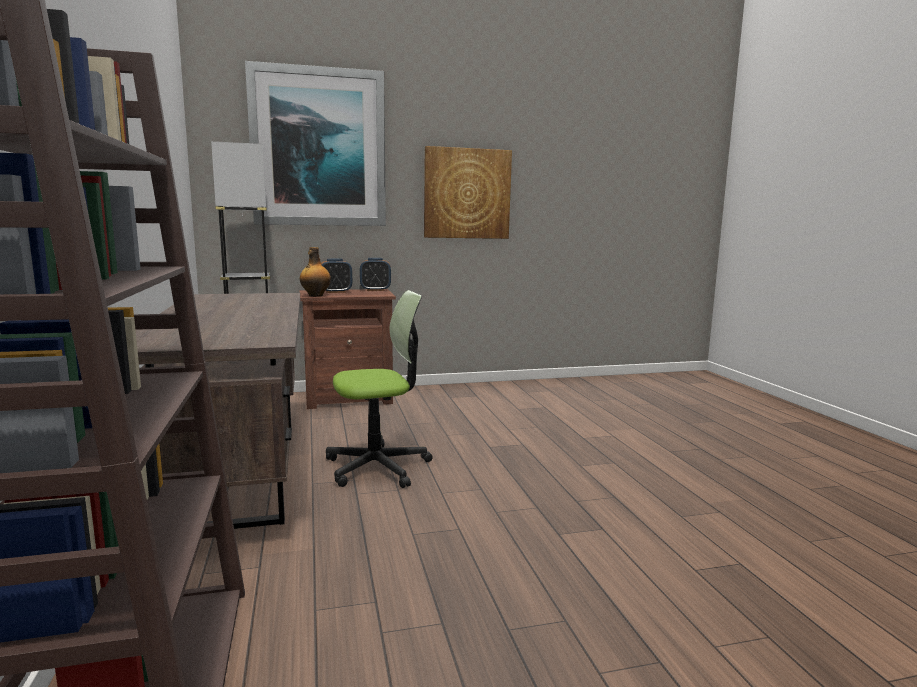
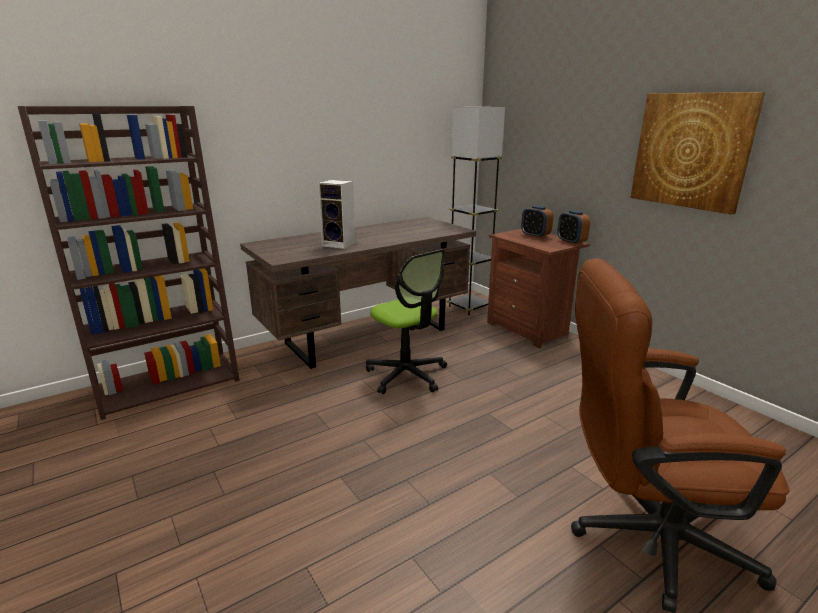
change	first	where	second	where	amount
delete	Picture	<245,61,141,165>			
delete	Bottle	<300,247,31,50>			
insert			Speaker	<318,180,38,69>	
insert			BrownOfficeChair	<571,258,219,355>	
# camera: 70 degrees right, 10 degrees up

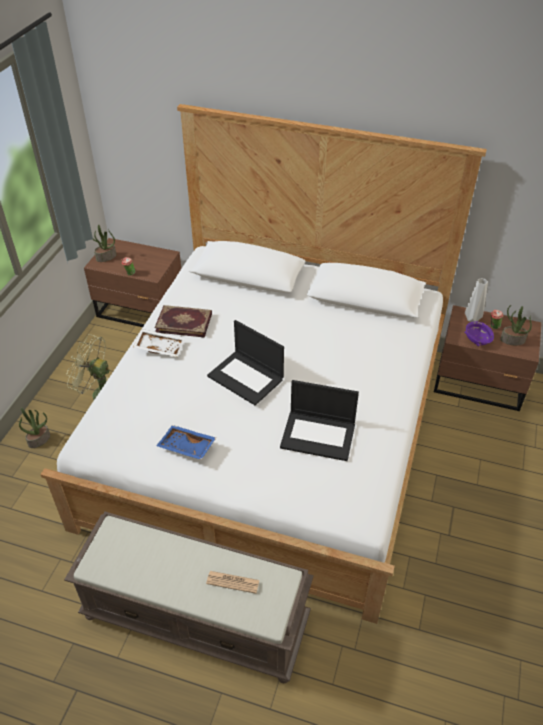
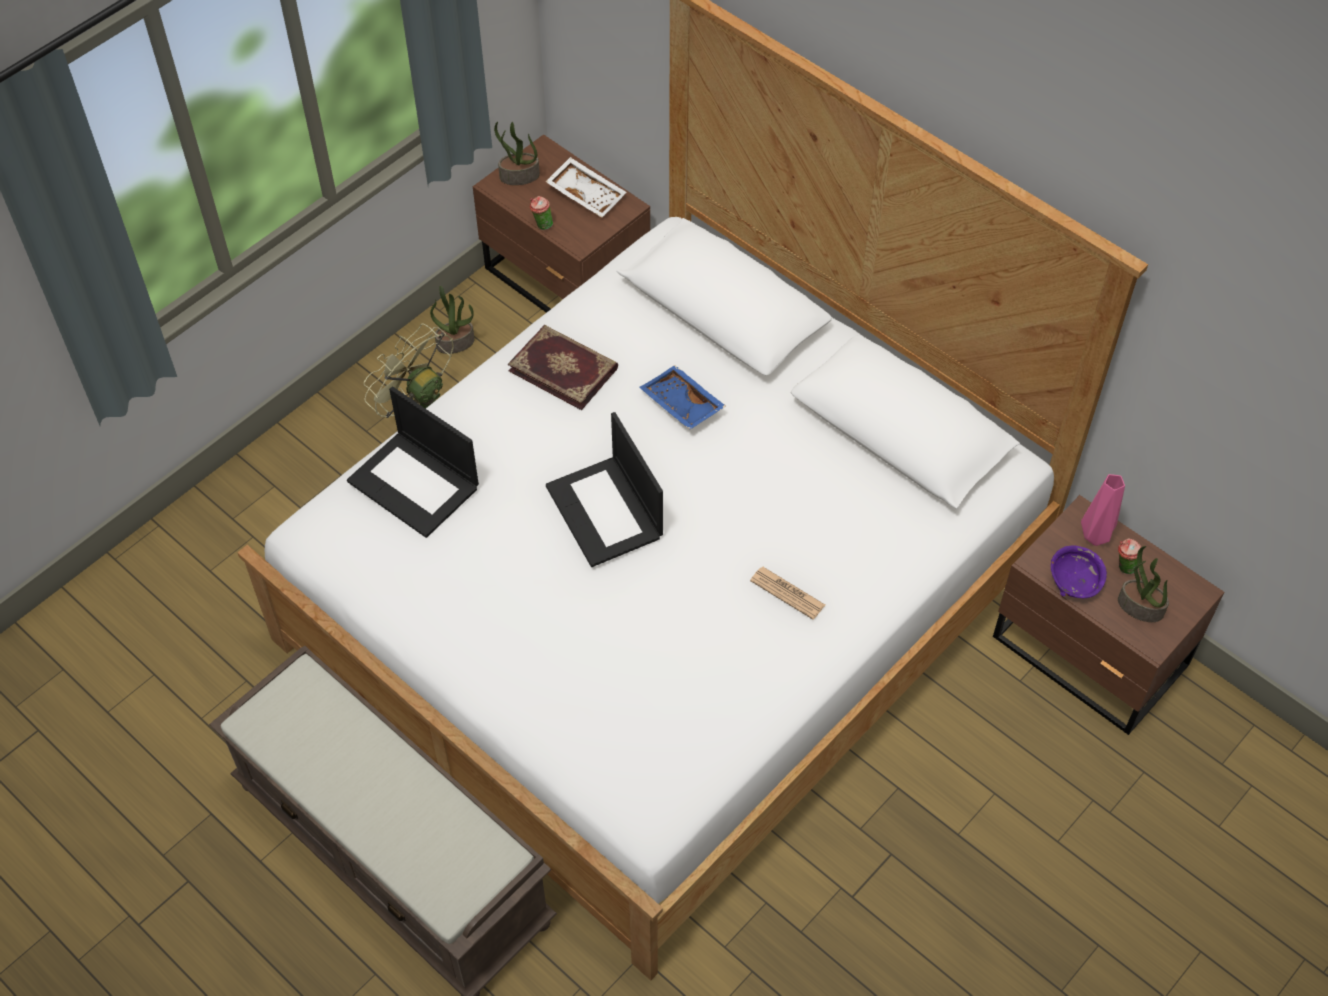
change	first	where	second	where	amount
move	PottedPlant	<19,408,31,40>		<430,286,45,68>	
move	WhiteTray	<133,329,52,28>		<545,157,82,61>	
move	BlueTray	<156,425,60,35>		<639,365,87,65>	
move	Newspaper	<206,571,53,23>		<750,567,75,53>	
move	Laptop	<280,380,79,81>		<347,387,132,151>	
recolor	GreyVase	<465,278,23,44>	PinkVase	<1081,474,44,72>	
# camera: 25 degrees right, 10 degrees up

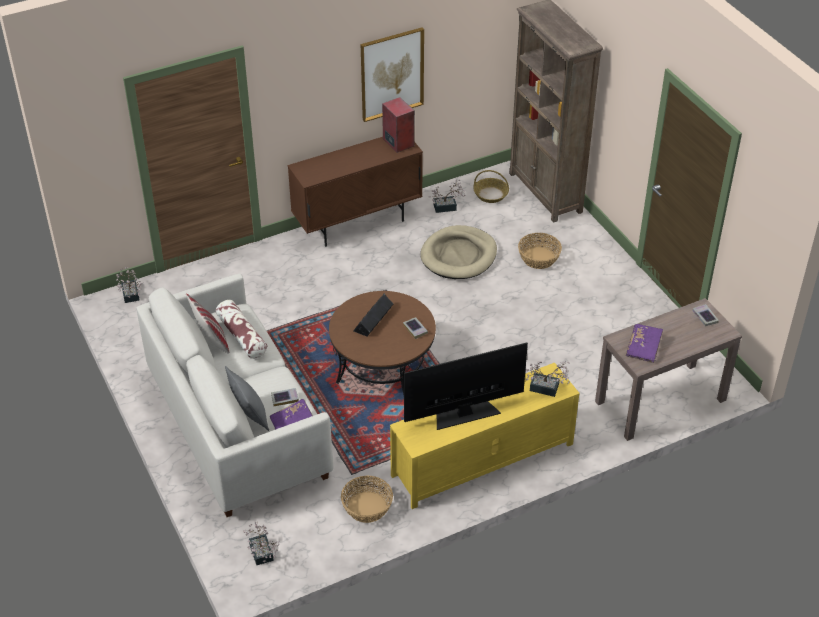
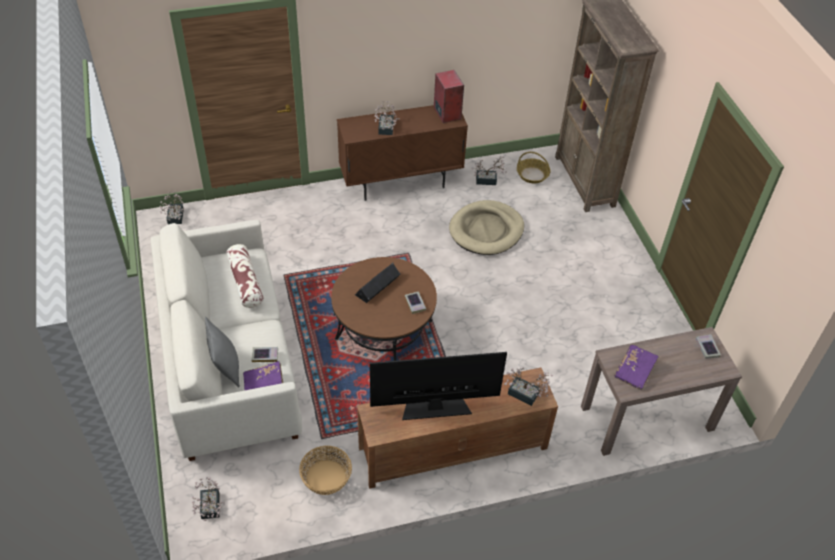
change	first	where	second	where	amount
delete	Pillow	<186,293,43,61>			
delete	Picture	<361,27,63,95>			
delete	Basket	<518,233,44,36>			
insert			PottedPlant	<374,101,26,34>	
recolor	YellowTvStand	<390,363,190,146>	BrownTvStand	<357,367,201,122>	
# camera: 10 degrees right, 5 degrees up

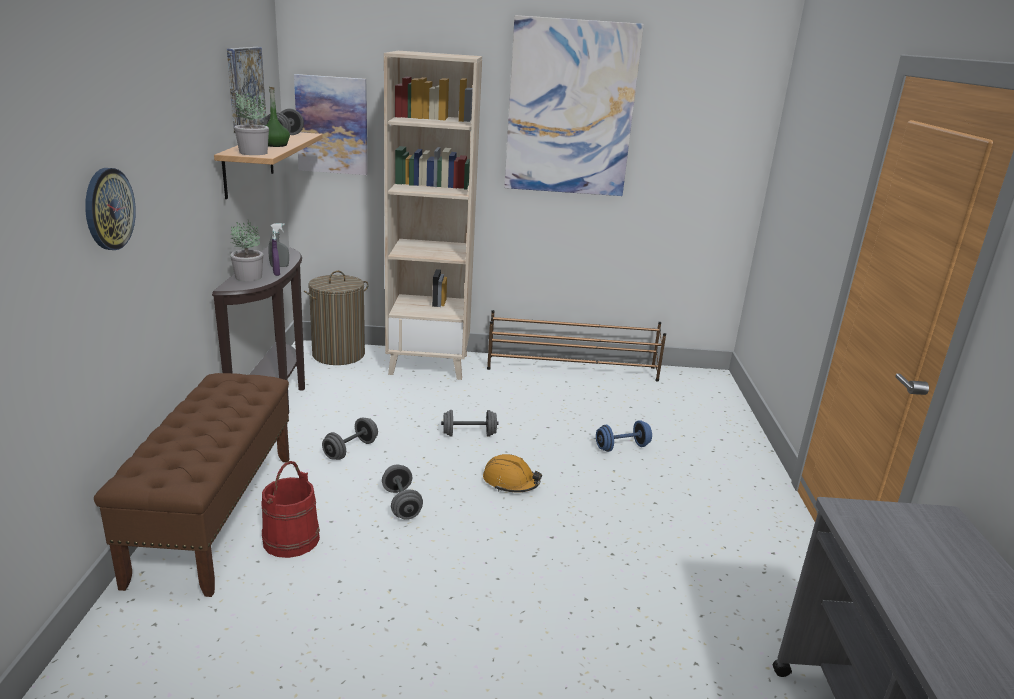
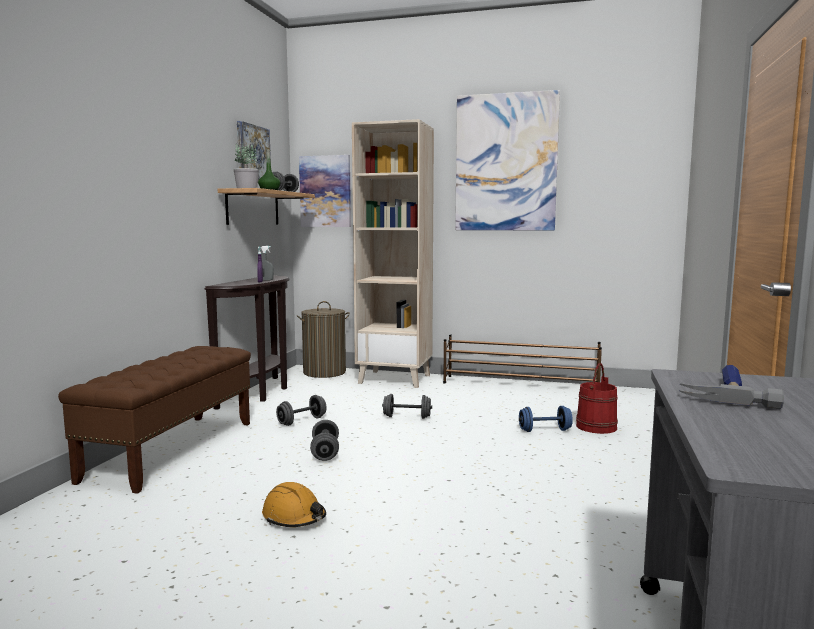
change	first	where	second	where	amount
delete	WallClock	<85,168,51,82>			
delete	PottedPlant	<230,219,33,62>			
insert			Hammer	<679,365,105,44>	
move	RedBucket	<261,461,59,97>		<576,363,42,71>	
move	OrangeHardHat	<483,454,59,39>		<262,482,64,45>	
# camera: 15 degrees right, 15 degrees down

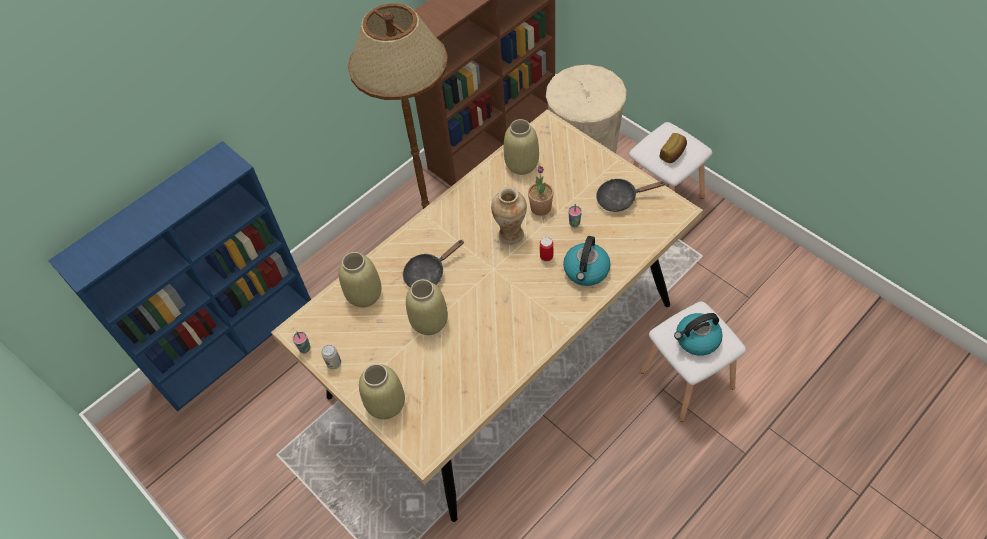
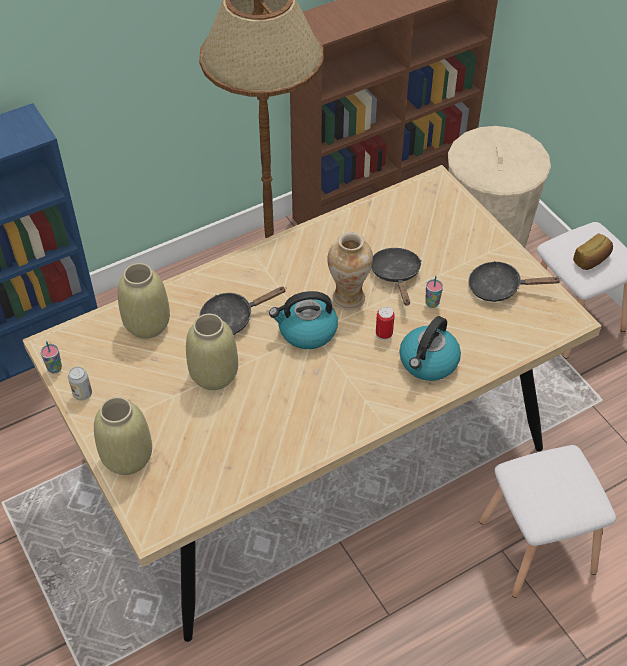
change	first	where	second	where	amount
delete	BeigeVase	<504,119,35,56>			
move	Kettle	<674,313,49,43>		<269,291,69,58>	
replace	PottedPlant	<528,166,26,50>	BlackFryingPan	<371,248,50,58>	
# camera: 10 degrees right, 5 degrees down

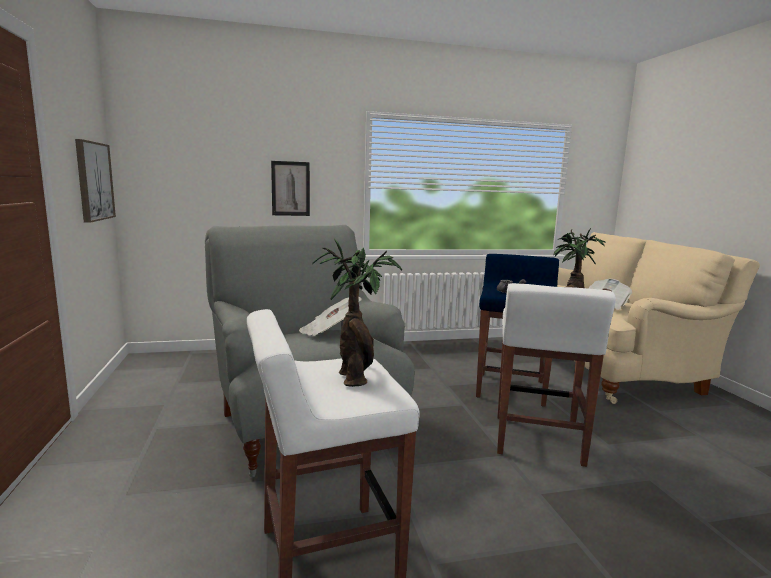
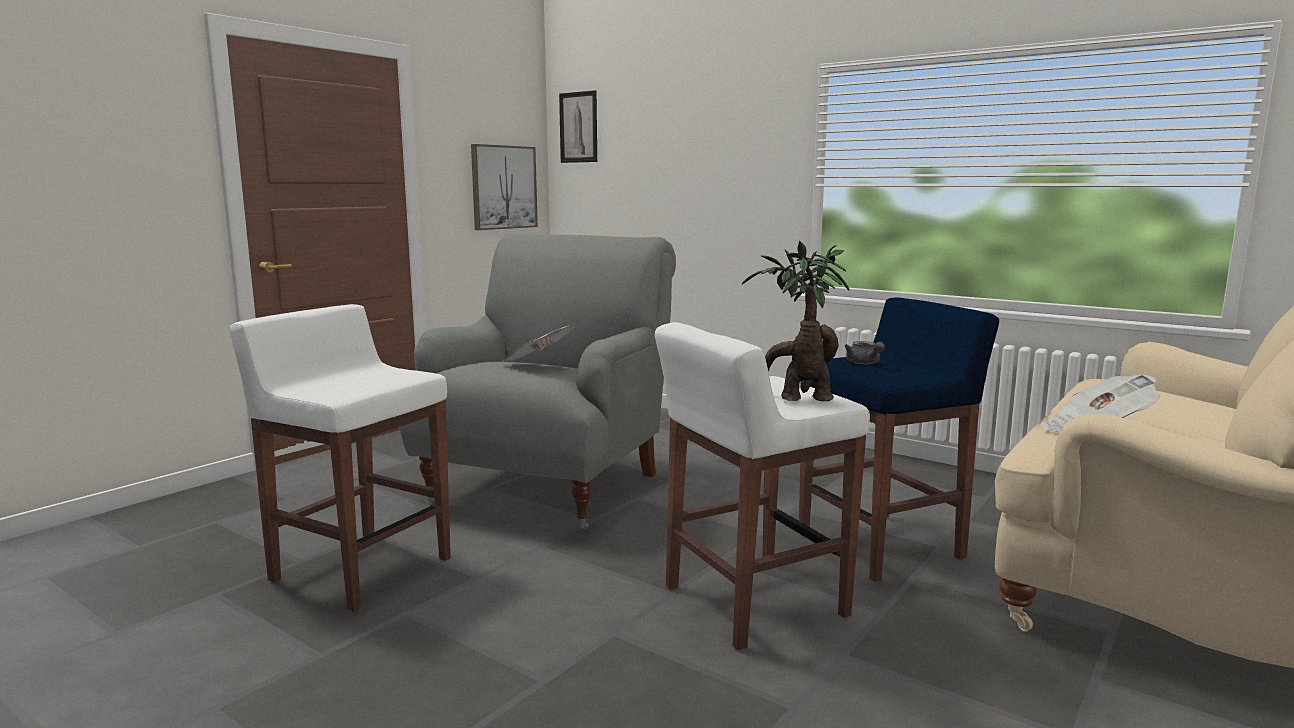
change	first	where	second	where	amount
delete	PottedPlant	<312,239,90,148>			
move	Picture	<271,161,39,55>		<559,90,38,73>	
# camera: 50 degrees right, 0 degrees up

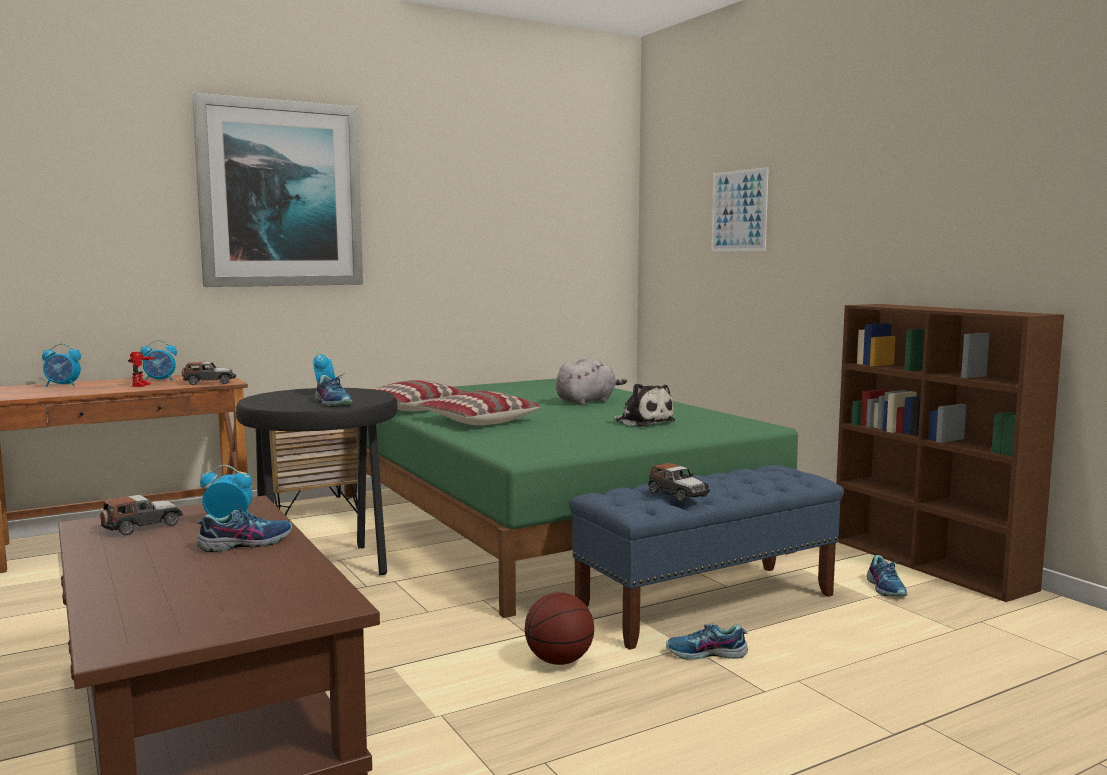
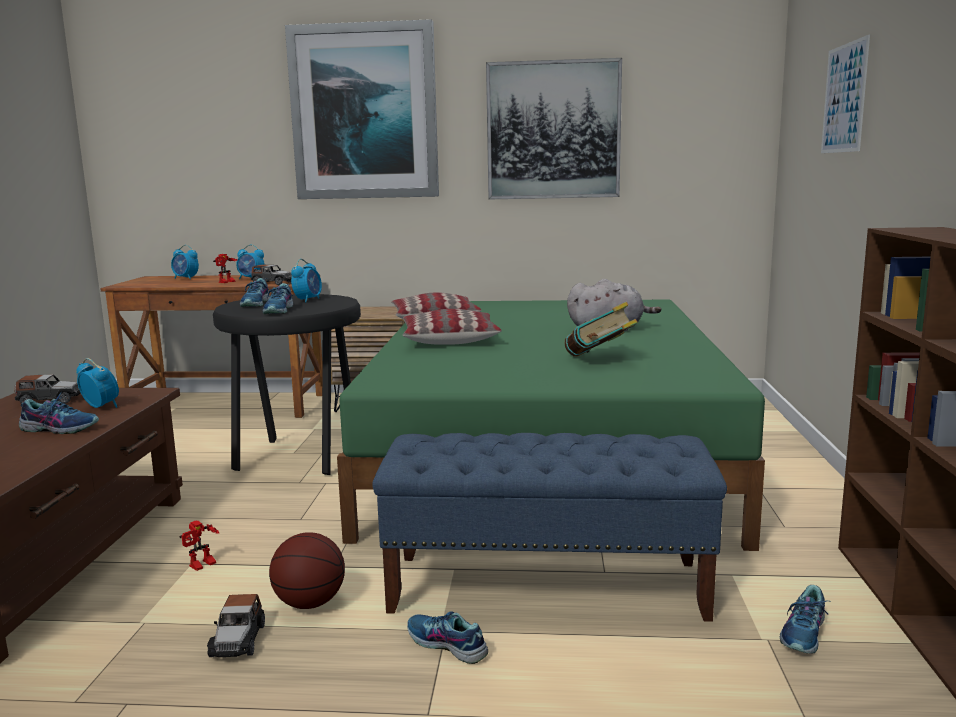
change	first	where	second	where	amount
insert			ToyRobot	<179,520,40,51>	
insert			Shoe	<240,278,30,29>	
insert			Picture	<486,58,136,141>	
move	ToyCar	<648,463,62,39>		<207,594,58,63>	
replace	PlushToy	<613,383,63,44>	Book	<565,302,73,55>	
# camera: 35 degrees right, 5 degrees up

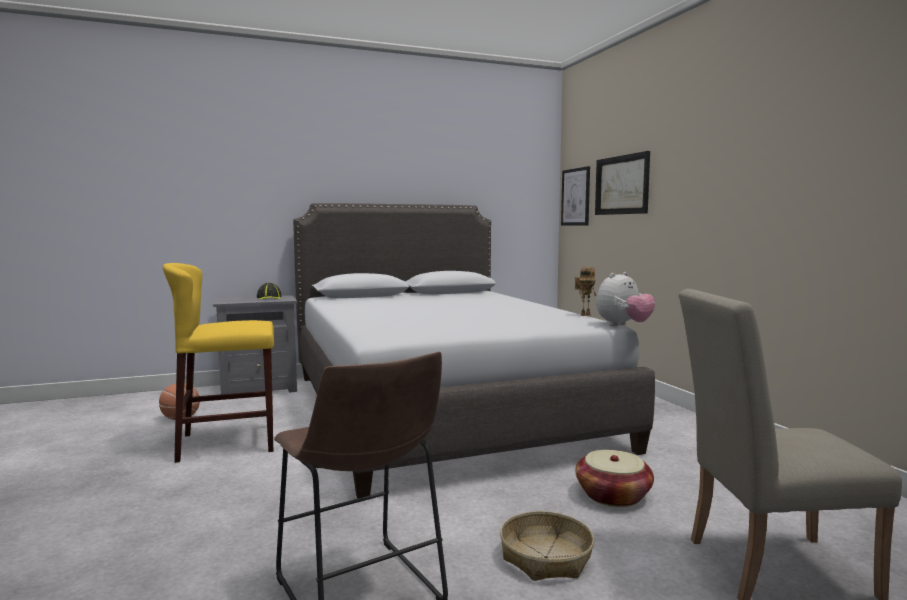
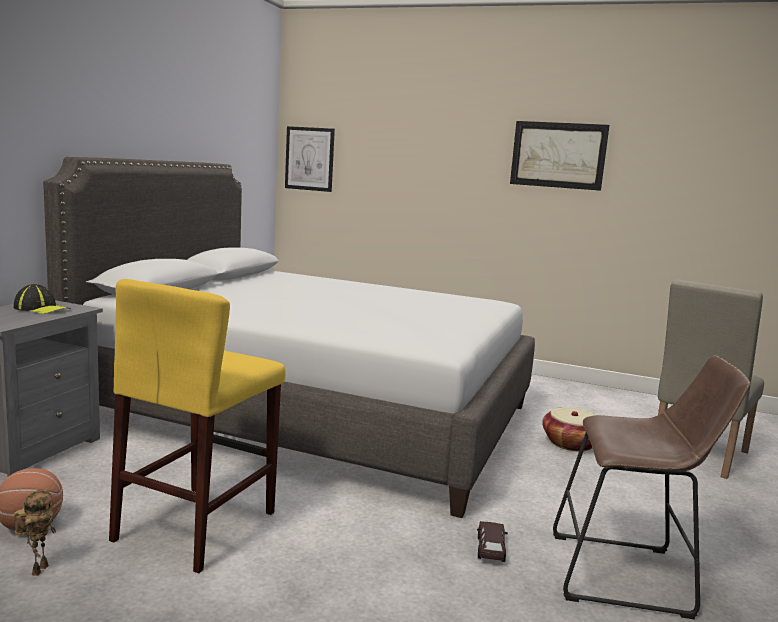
change	first	where	second	where	amount
delete	Basket	<500,511,94,70>			
delete	PlushToy	<596,272,59,54>			
insert			BrownToyCar	<477,521,31,41>	
move	ToyRobot	<575,267,21,49>		<14,490,42,86>	
move	Picture	<595,151,55,64>		<510,121,100,70>	
# camera: 50 degrees left, 5 degrees up

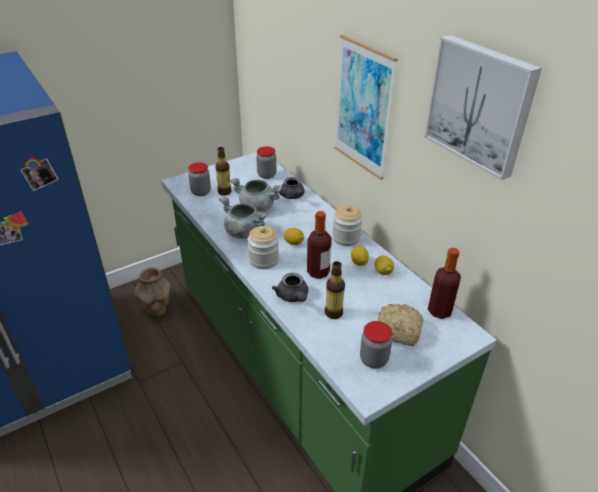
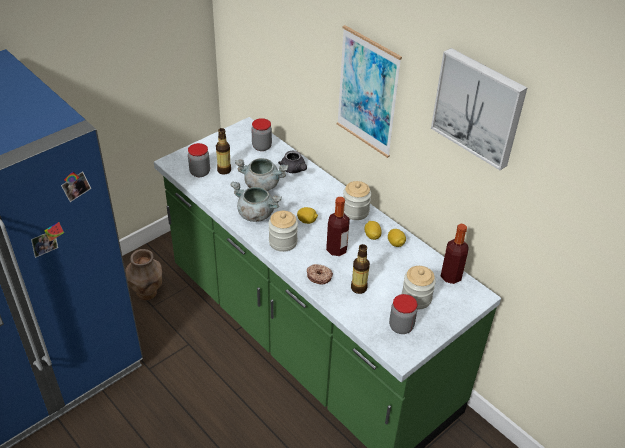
change	first	where	second	where	amount
replace	GreyTeapot	<272,273,36,29>	Donut	<307,264,26,21>	
replace	Bread	<378,304,45,42>	Jar	<402,266,34,43>	
# camera: 10 degrees left, 5 degrees up

